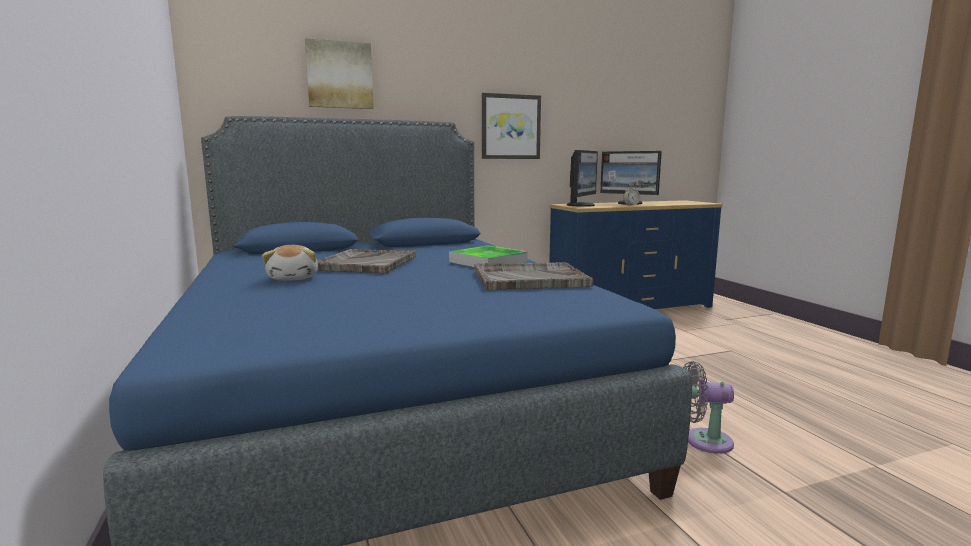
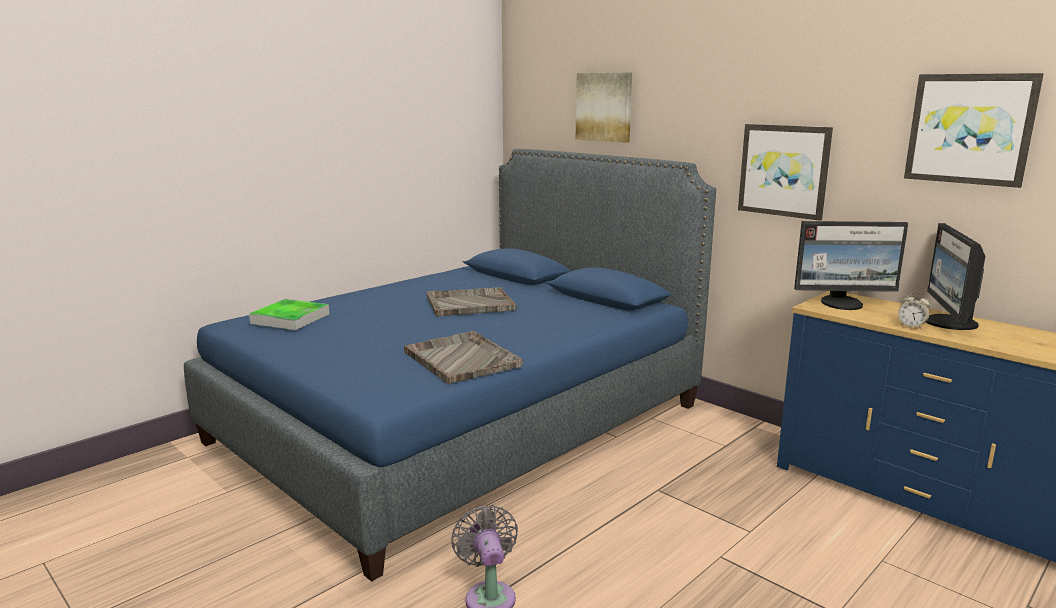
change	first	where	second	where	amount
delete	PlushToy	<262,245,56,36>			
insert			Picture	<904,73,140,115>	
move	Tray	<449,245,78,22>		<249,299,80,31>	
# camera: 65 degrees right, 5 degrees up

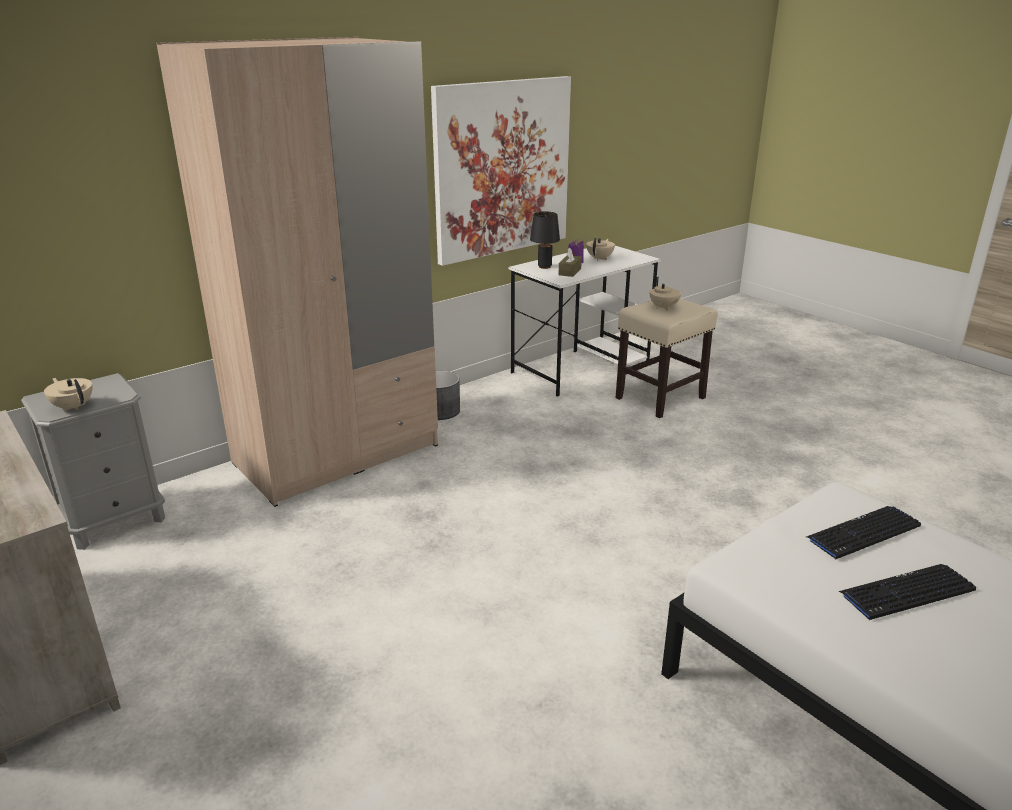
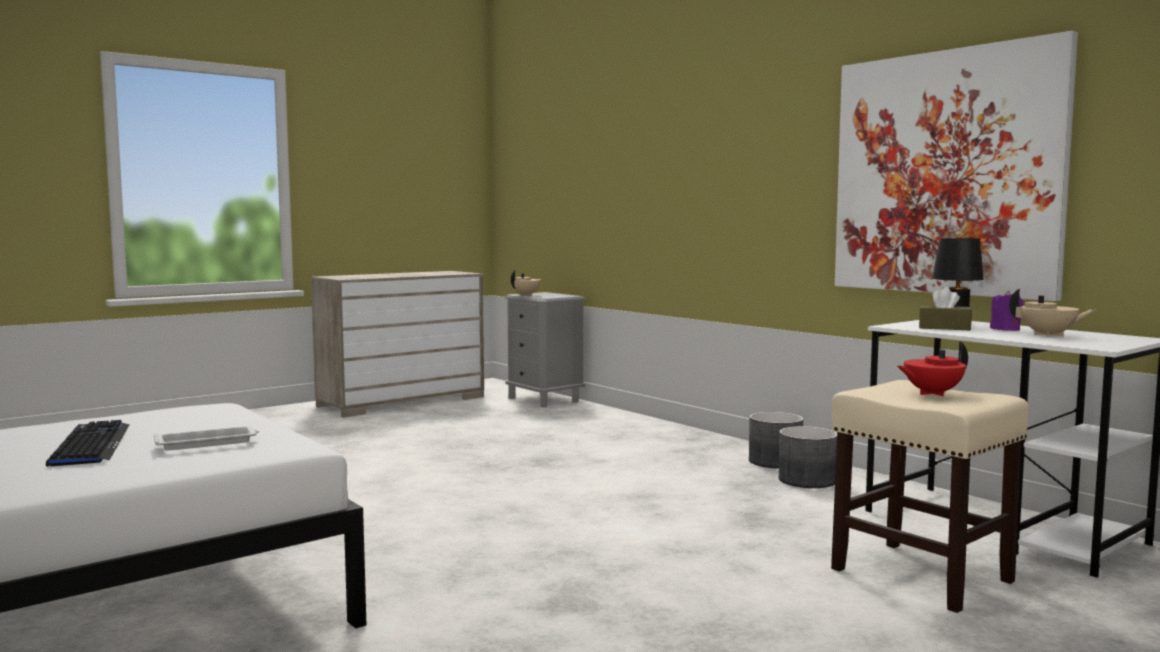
change	first	where	second	where	amount
delete	BeigeWardrobe	<156,37,282,470>			
insert			GreyPlanter	<779,426,58,62>	
replace	Keyboard	<807,506,114,54>	WhiteTray	<154,426,105,24>	
recolor	BeigeTeapot	<650,277,31,34>	RedTeapot	<897,341,71,55>	
# camera: 90 degrees right, 20 degrees down

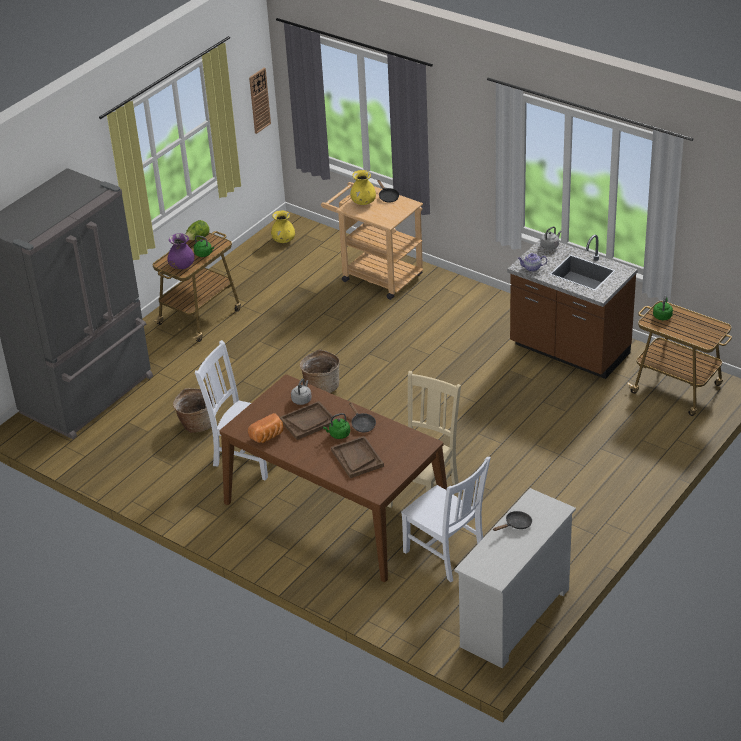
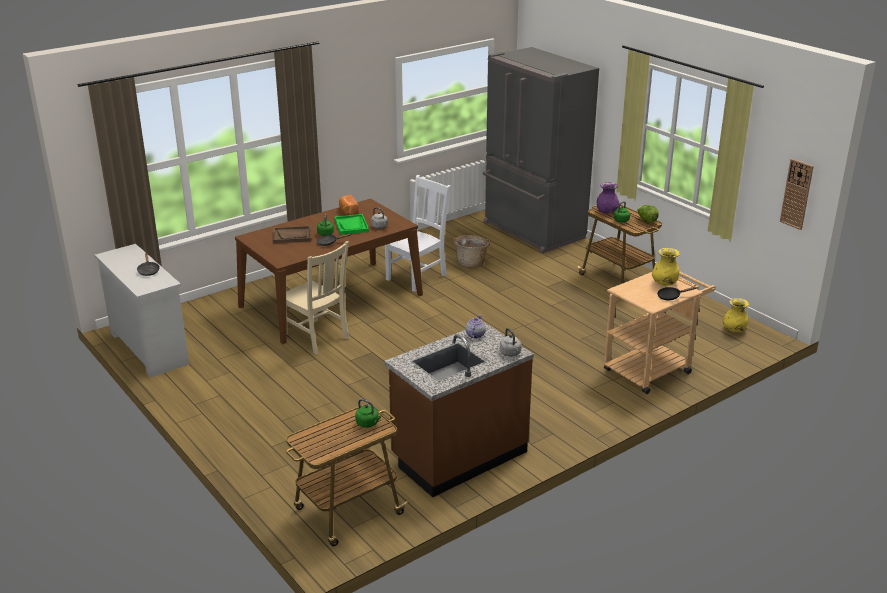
change	first	where	second	where	amount
delete	Basket	<300,349,40,44>			
delete	WhiteChair	<401,457,90,125>			
recolor	BrownTray	<279,401,56,39>	GreenTray	<334,214,35,21>	
# camera: 105 degrees right, 10 degrees down

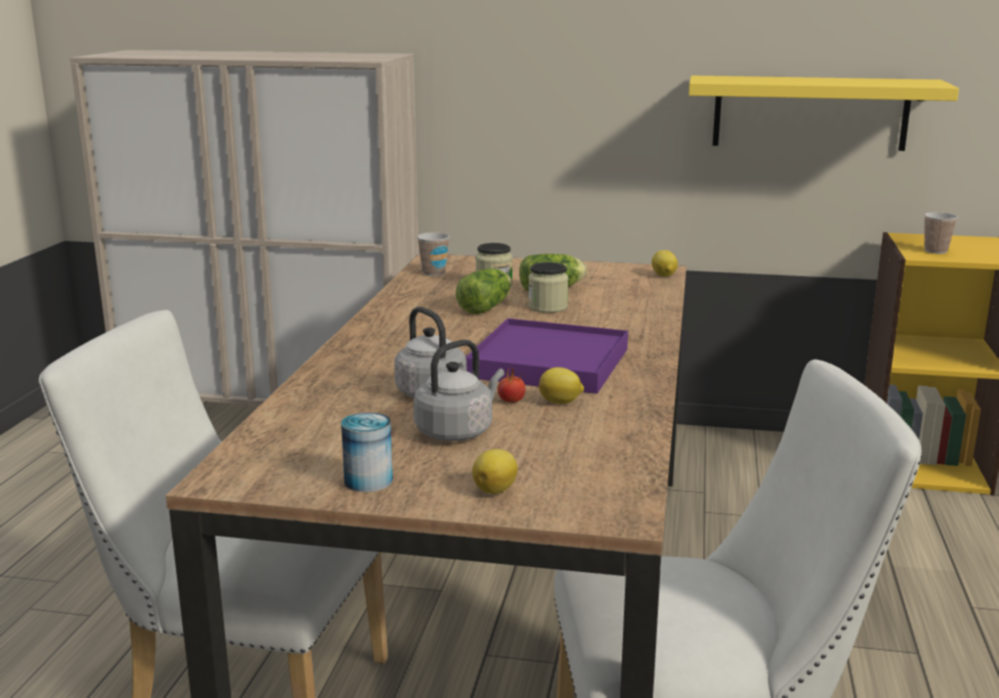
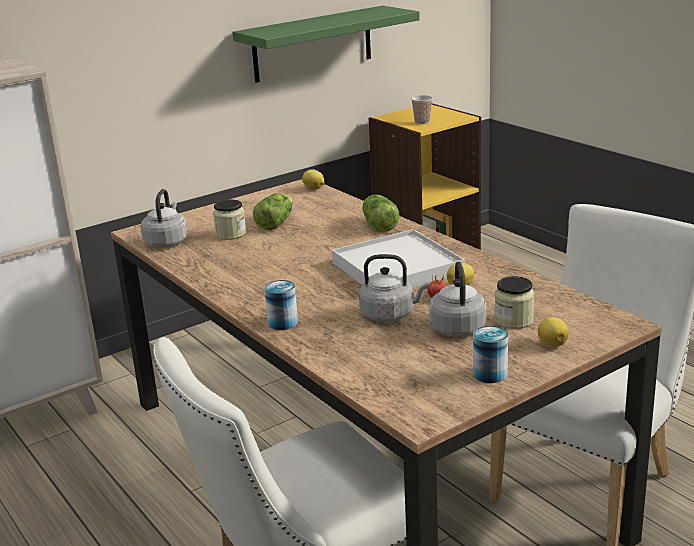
change	first	where	second	where	amount
insert			Can	<264,280,34,50>	
move	Lettuce	<456,268,55,46>		<362,195,38,37>	
move	Jar	<528,262,40,51>		<494,276,40,53>	
replace	Cup	<417,232,33,44>	GreyKettle	<141,189,46,59>	
recolor	PurpleTray	<466,318,162,76>	WhiteTray	<332,229,133,59>	
recolor	YellowShelf	<689,76,270,75>	GreenShelf	<233,6,187,77>	
# camera: 45 degrees left, 5 degrees up

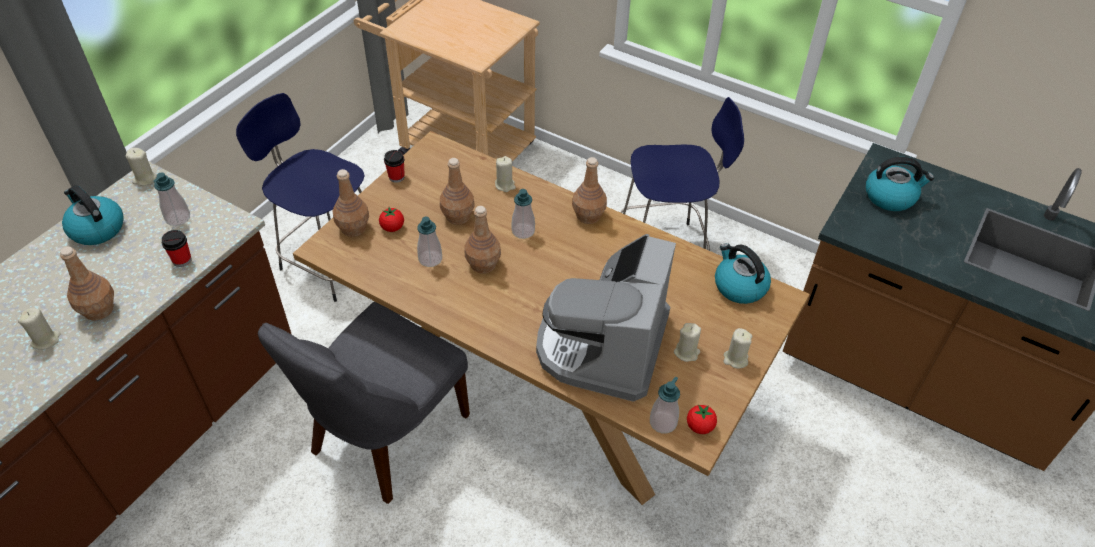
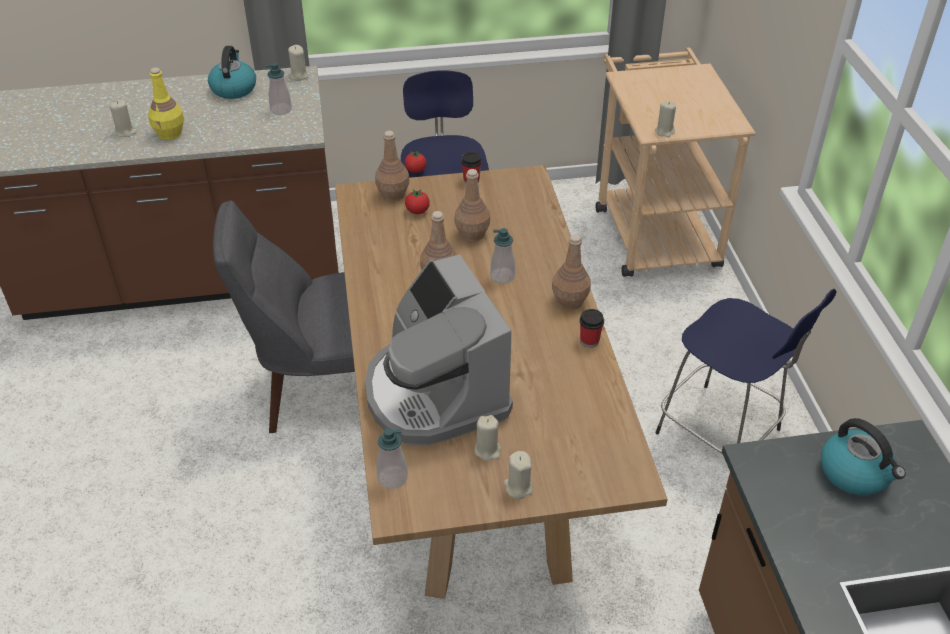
change	first	where	second	where	amount
delete	SoapDispenser	<417,217,25,50>			
delete	Kettle	<715,243,56,61>			
move	Cup	<162,230,30,37>		<580,309,24,39>	
move	BeigeCandle	<495,156,21,36>		<655,101,21,36>	
move	Tomato	<687,405,30,29>		<405,150,21,23>	
recolor	BrownBottle	<60,246,54,74>	YellowBottle	<148,67,36,73>	
rotate	CoffeeMachine	<536,234,140,168>		<365,254,148,191>	90 degrees counterclockwise
# camera: 50 degrees right, 5 degrees down

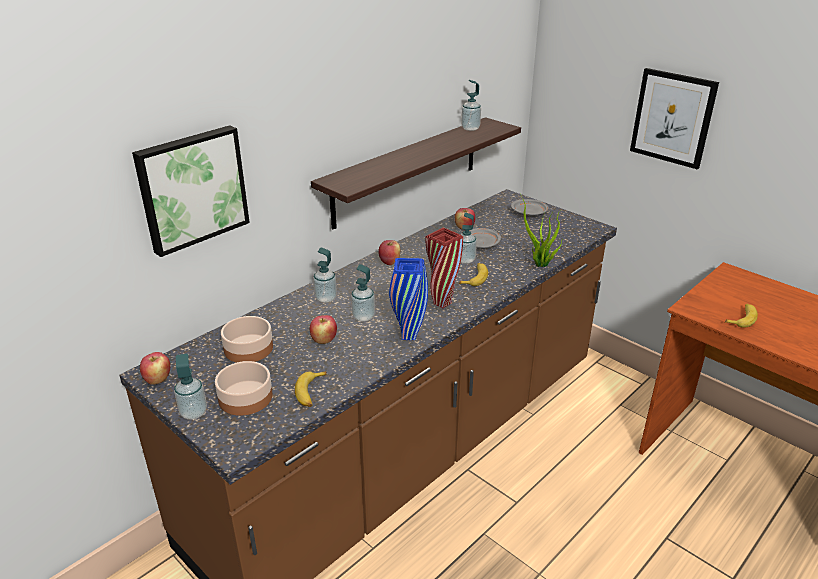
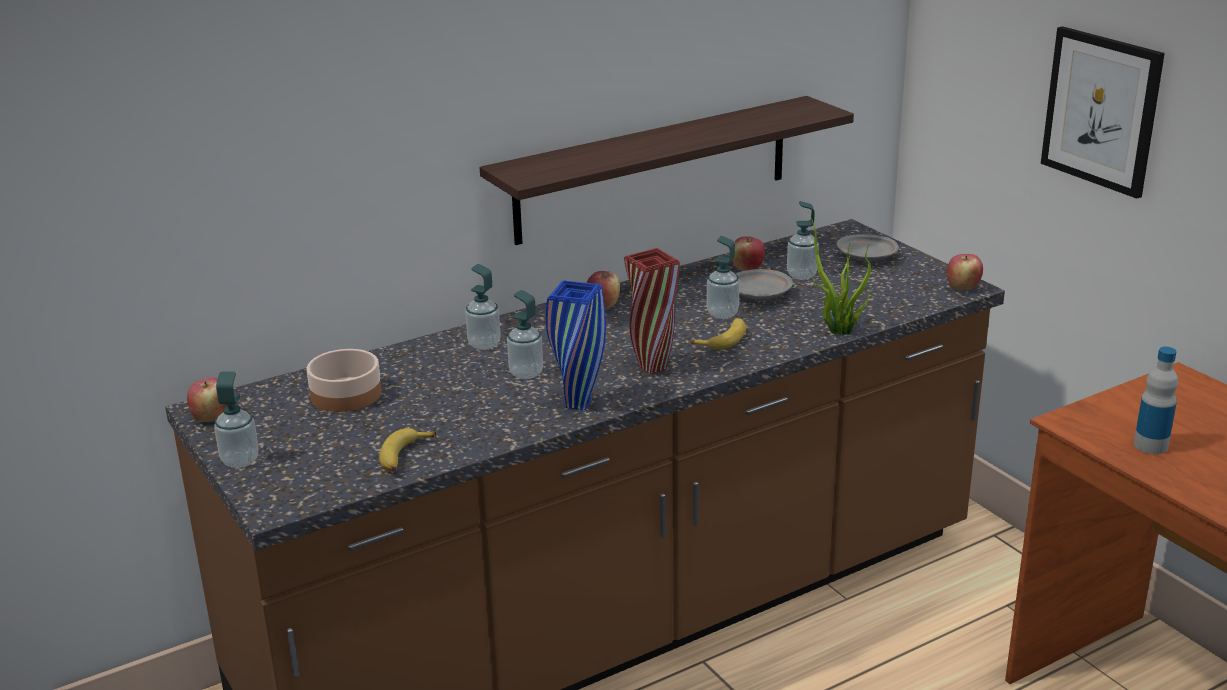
change	first	where	second	where	amount
delete	Picture	<132,125,118,132>			
delete	Bowl	<215,361,57,55>			
move	Apple	<310,315,27,29>		<947,254,36,36>	
move	SoapDispenser	<461,80,20,51>		<787,201,32,79>	
replace	Banana	<725,304,33,24>	Bottle	<1134,347,44,107>	
# camera: 15 degrees right, 5 degrees down

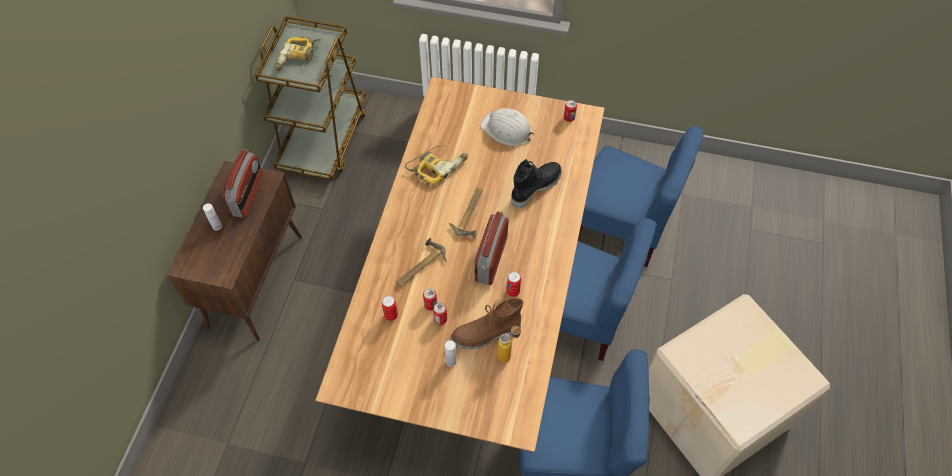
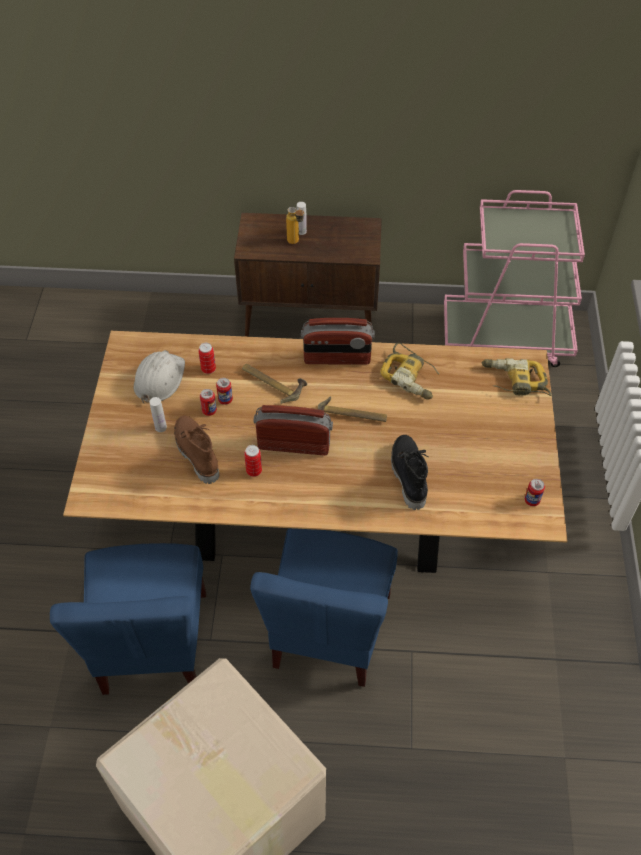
change	first	where	second	where	amount
delete	BlueChair	<578,126,126,141>			
move	Radio	<223,149,40,69>		<301,318,74,47>	
move	PowerDrill	<274,37,48,34>		<482,358,70,38>	
move	WhiteHardHat	<480,108,54,38>		<134,350,51,53>	
move	Bottle	<497,326,24,37>		<286,207,18,37>	
recolor	BrownCart	<255,16,111,164>	PinkCart	<444,190,141,177>	
rotate	BlackBoot	<511,159,51,49>		<391,435,38,75>	135 degrees counterclockwise
# camera: 80 degrees right, 5 degrees down

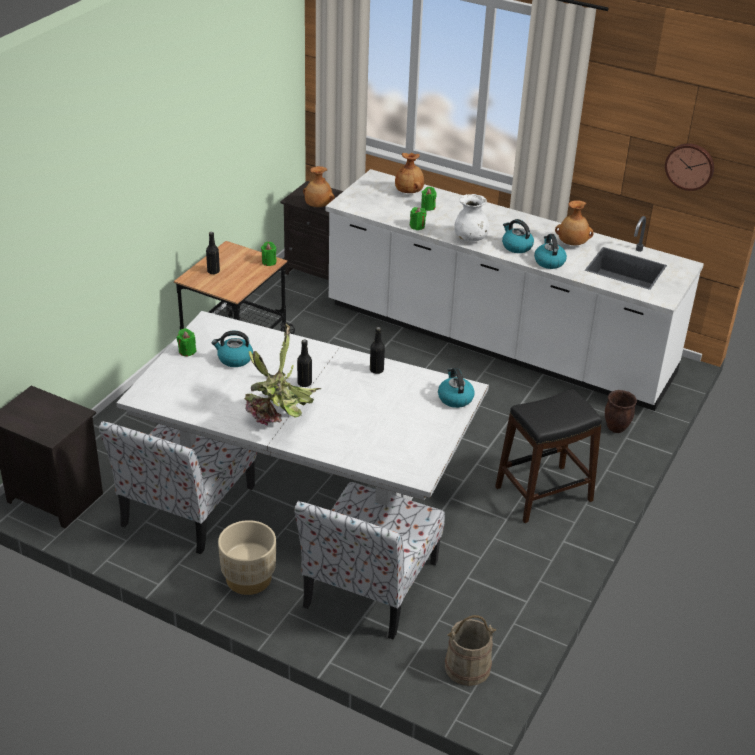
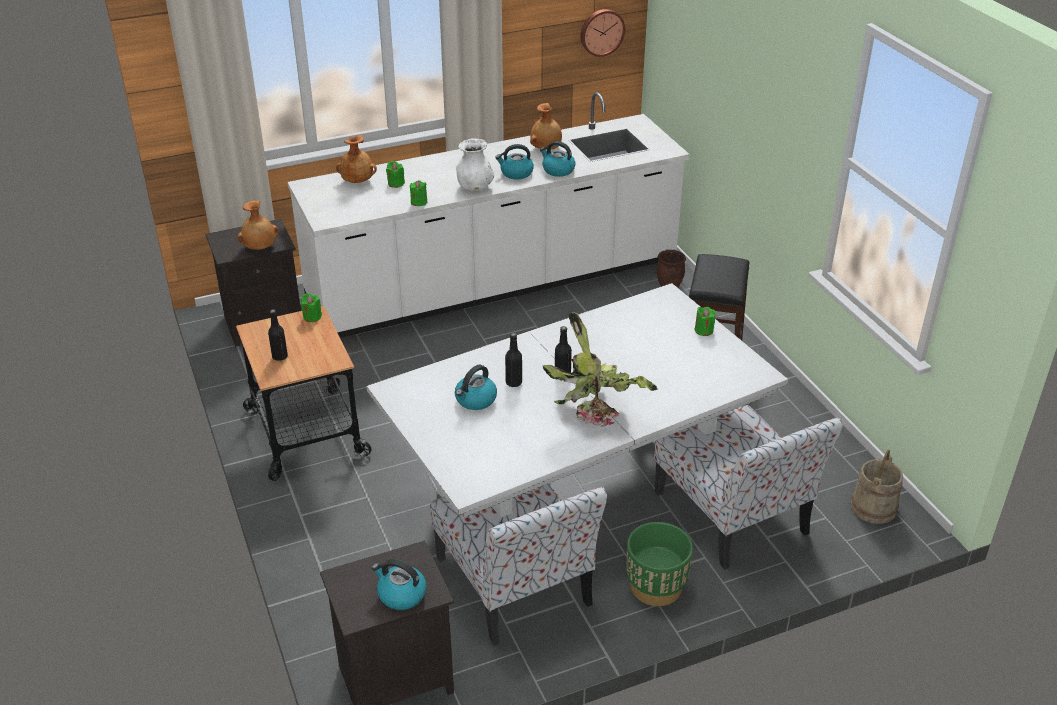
change	first	where	second	where	amount
move	GreenCandle	<177,328,19,28>		<695,307,20,29>	
move	BlackBottle	<370,327,15,47>		<505,333,17,54>	
move	Kettle	<438,368,37,40>		<372,559,55,51>	
recolor	BeigePlanter	<218,520,58,75>	GreenPlanter	<627,522,66,84>	
# camera: 50 degrees left, 0 degrees up

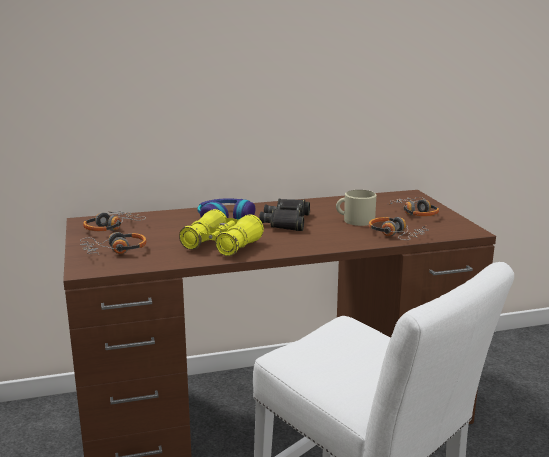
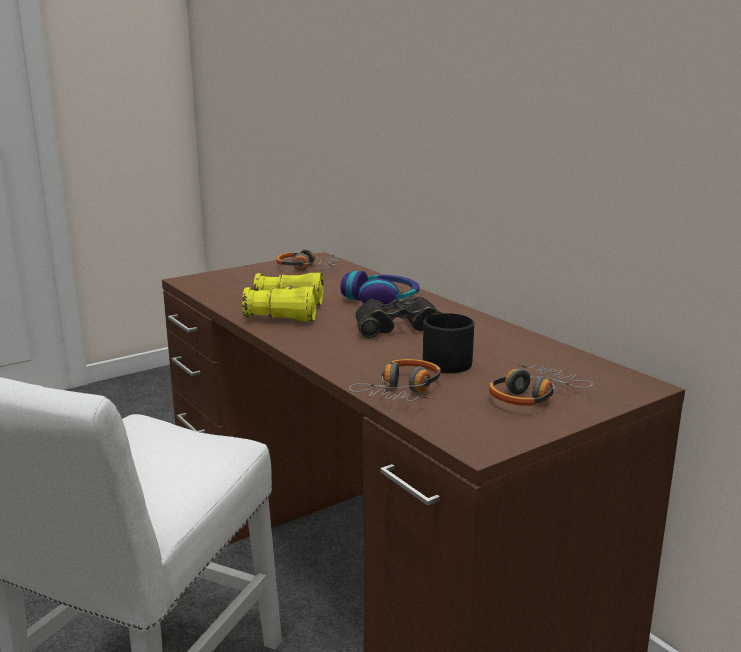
change	first	where	second	where	amount
delete	Headphones	<80,232,66,24>			
recolor	BeigeMug	<336,190,40,36>	BlackMug	<423,313,51,60>	
# camera: 70 degrees right, 0 degrees up

